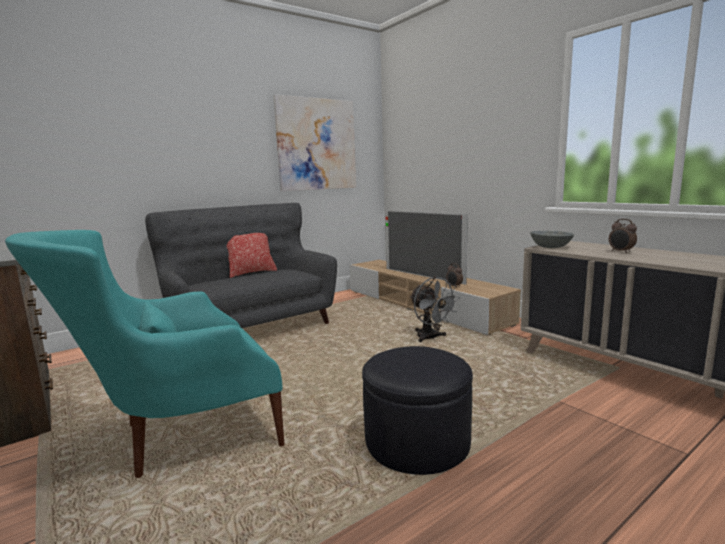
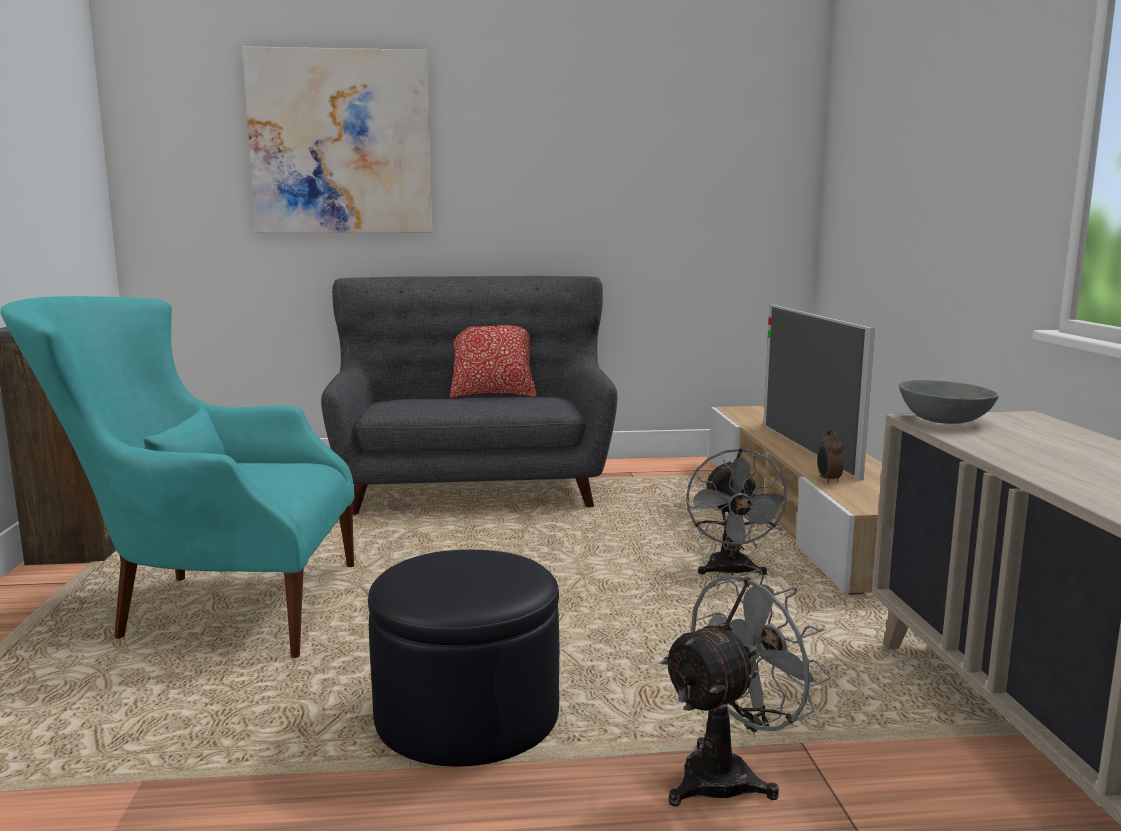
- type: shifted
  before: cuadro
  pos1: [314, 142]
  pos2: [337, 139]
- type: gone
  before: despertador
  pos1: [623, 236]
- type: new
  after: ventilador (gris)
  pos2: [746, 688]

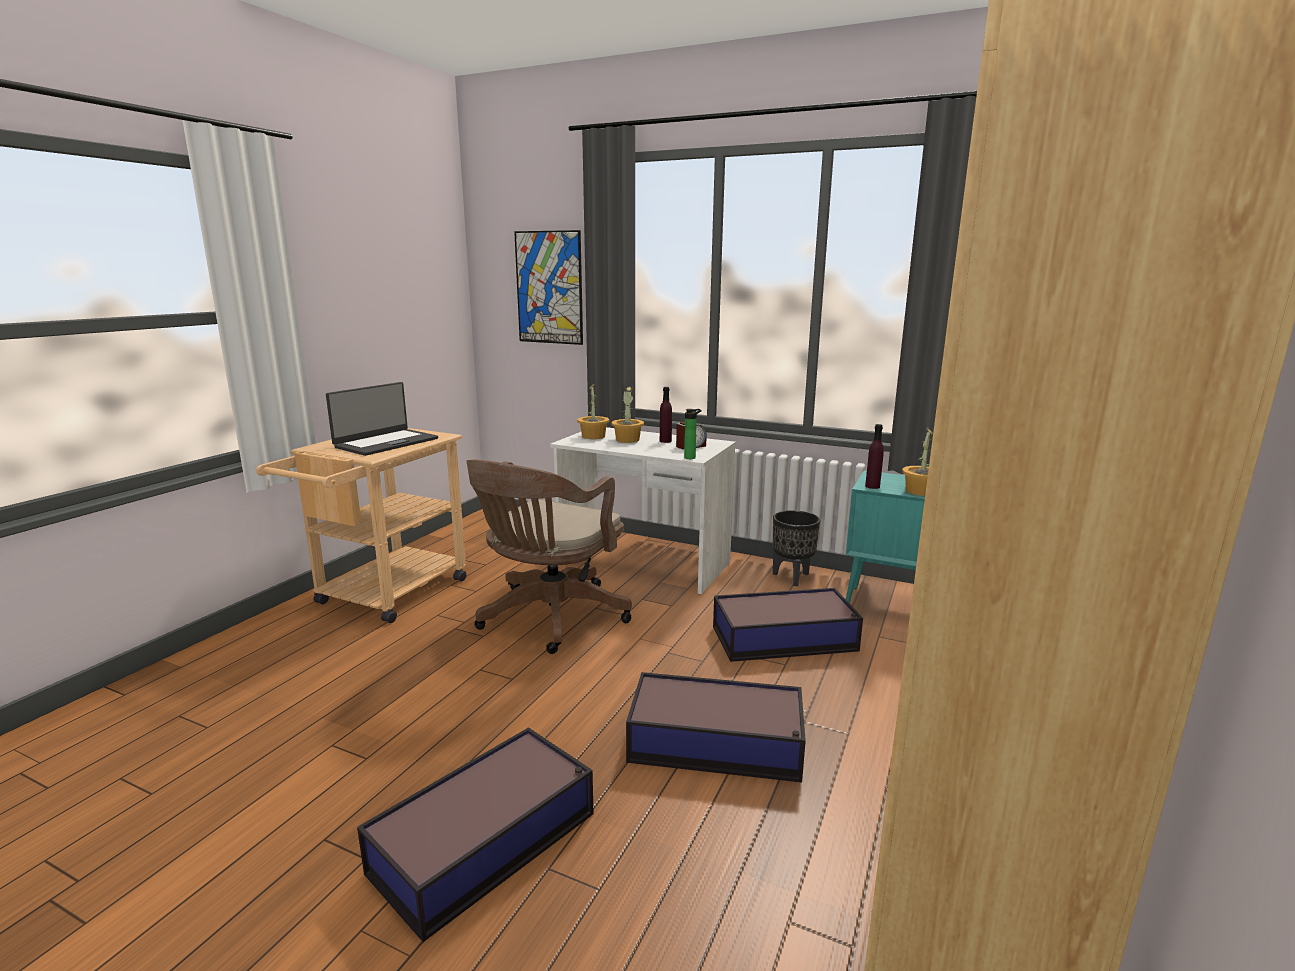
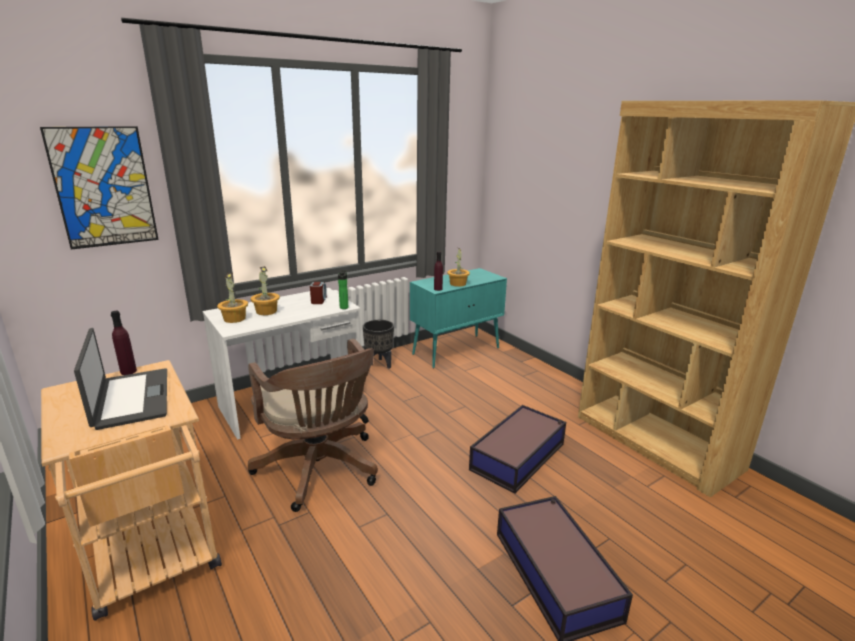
- type: shifted
  before: botella (morado)
  pos1: [666, 415]
  pos2: [124, 343]
- type: gone
  before: caja de almacenaje
  pos1: [788, 625]

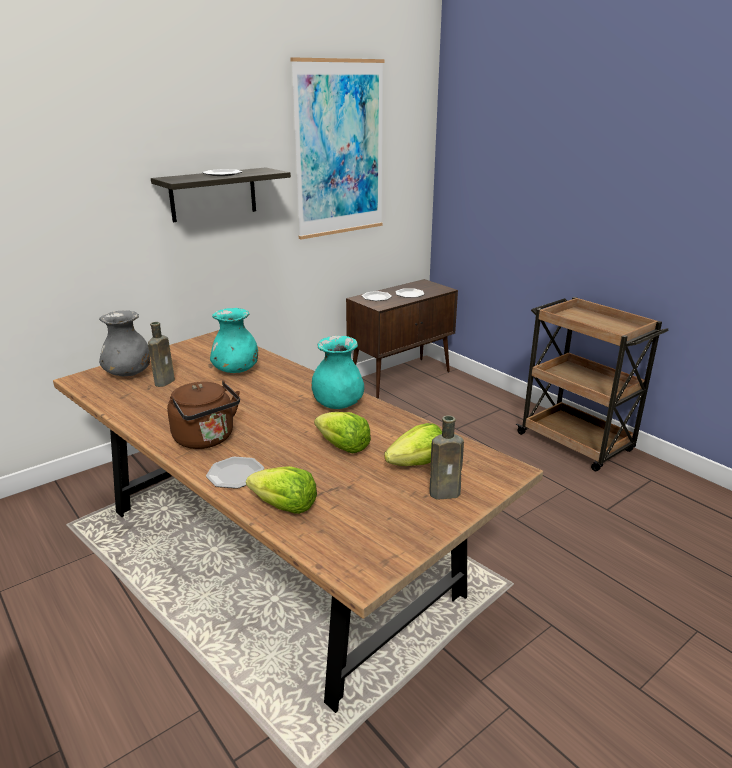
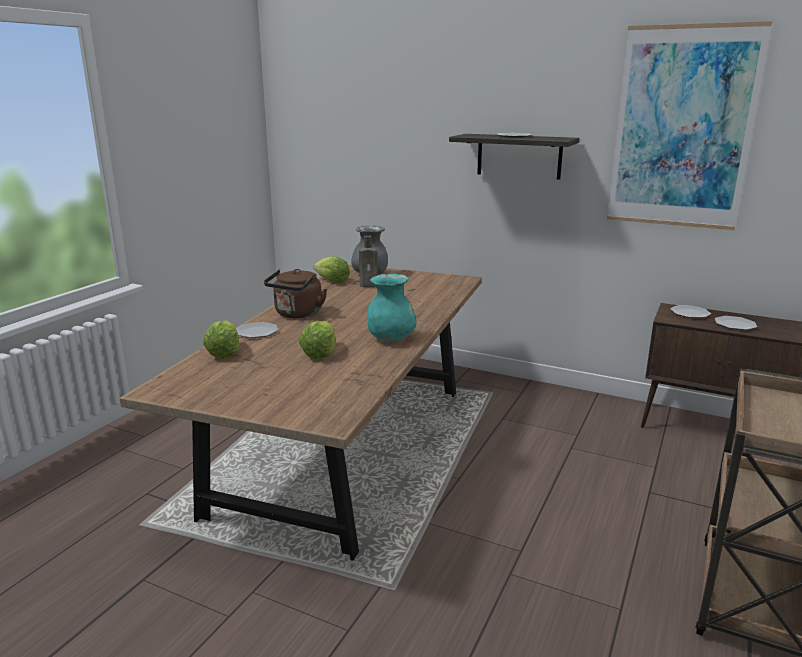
- type: gone
  before: florero (turquesa)
  pos1: [234, 340]
- type: shifted
  before: lechuga
  pos1: [413, 444]
  pos2: [331, 269]
- type: gone
  before: botella (marrón)
  pos1: [447, 457]

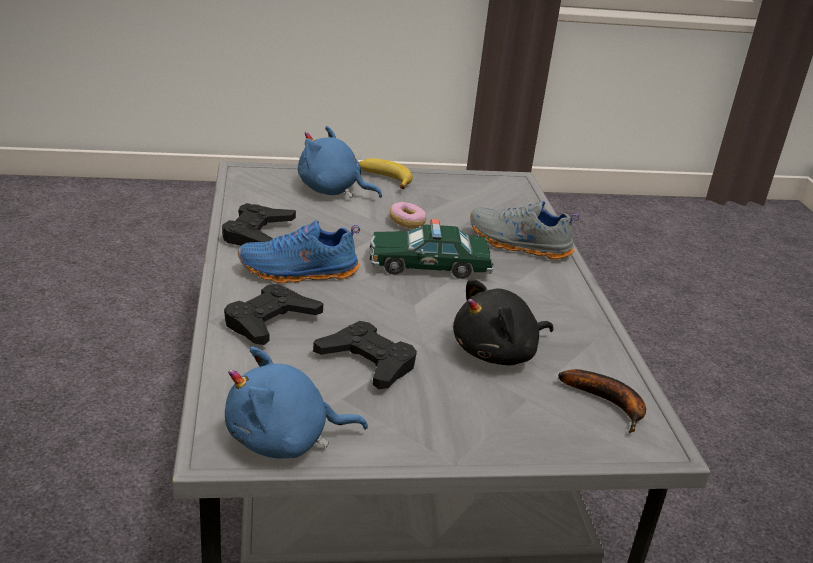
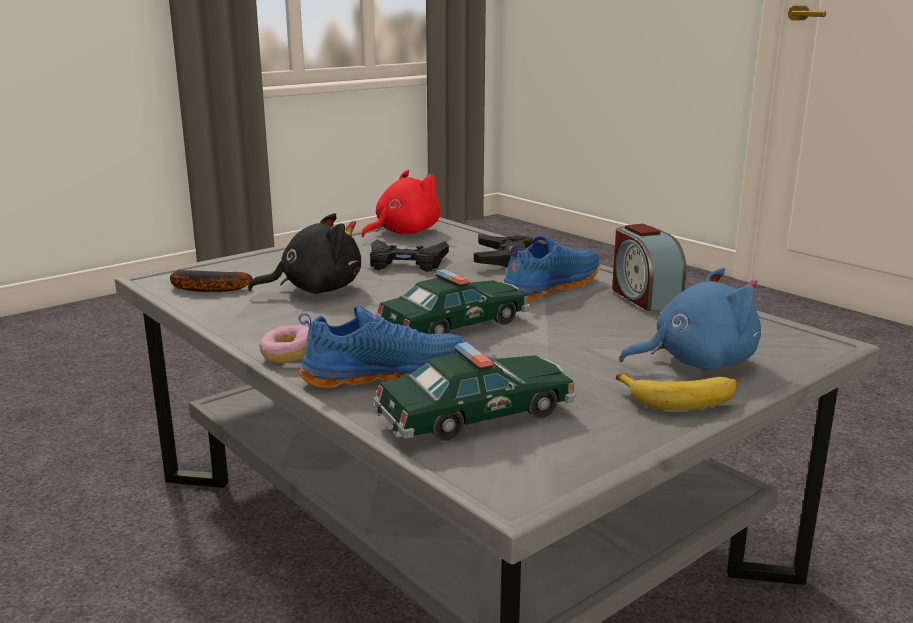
- type: swapped
  before: mando de consola (negro)
  after: despertador
  pos1: [259, 224]
  pos2: [649, 267]
- type: repainted
  before: peluche (azul)
  after: peluche (rojo)
  pos1: [296, 403]
  pos2: [401, 203]
- type: shifted
  before: rosquilla
  pos1: [407, 215]
  pos2: [284, 344]
- type: rotated
  before: peluche (negro)
  pos1: [503, 322]
  pos2: [304, 253]
  turn: 45
- type: repainted
  before: zapato (gris)
  after: zapato (azul)
  pos1: [524, 230]
  pos2: [382, 347]
- type: new
  after: coche de juguete
  pos2: [474, 391]

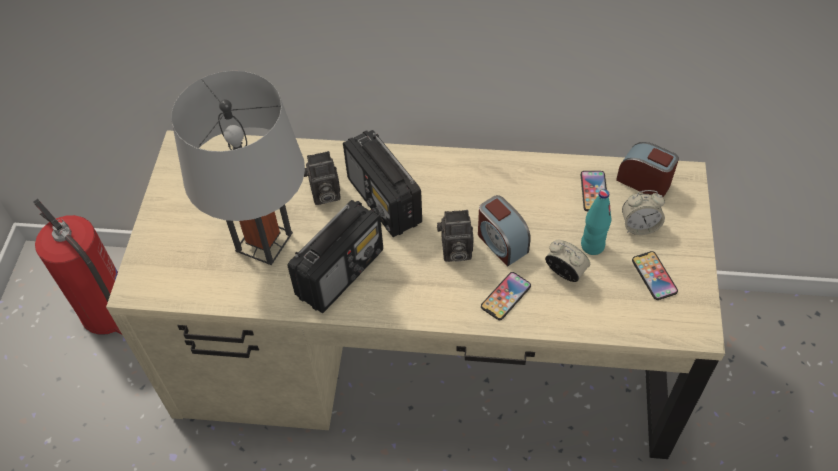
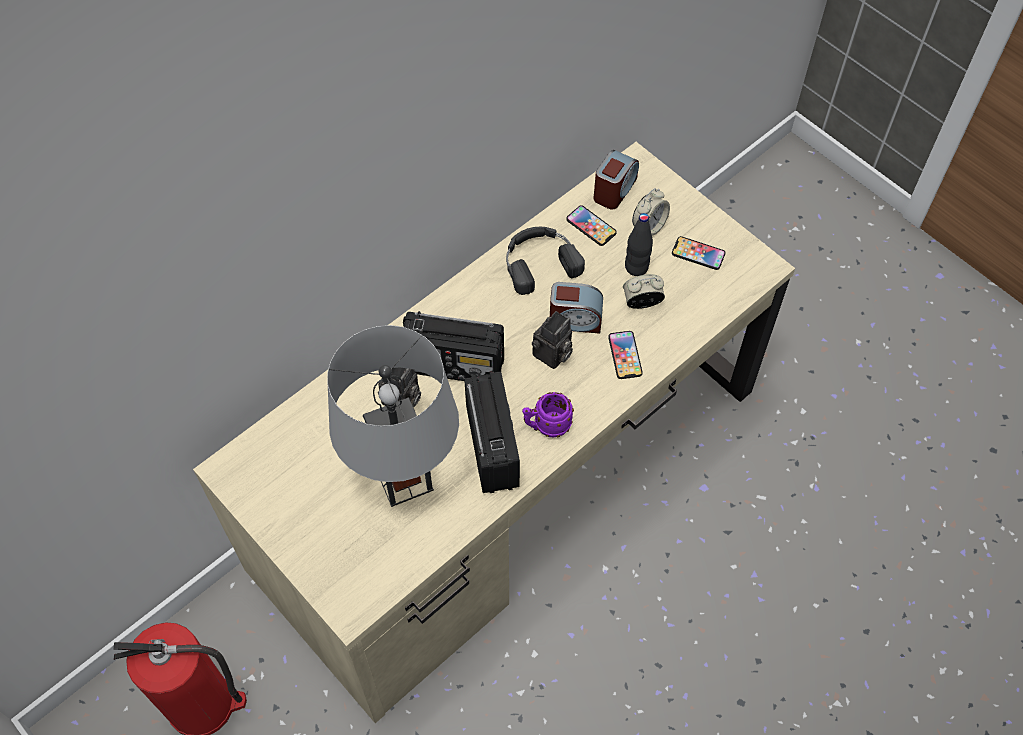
- type: repainted
  before: botella (turquesa)
  after: botella (negro)
  pos1: [596, 222]
  pos2: [639, 244]
- type: rotated
  before: despertador
  pos1: [647, 169]
  pos2: [616, 180]
  turn: 135
- type: new
  after: auriculares (negro)
  pos2: [545, 261]
- type: new
  after: taza grande (morado)
  pos2: [548, 414]

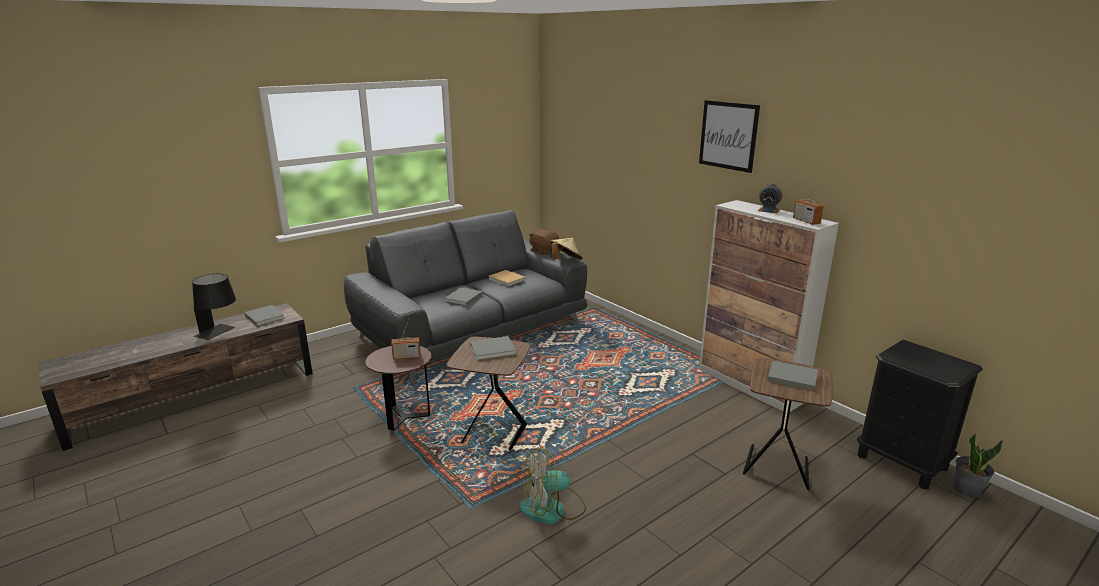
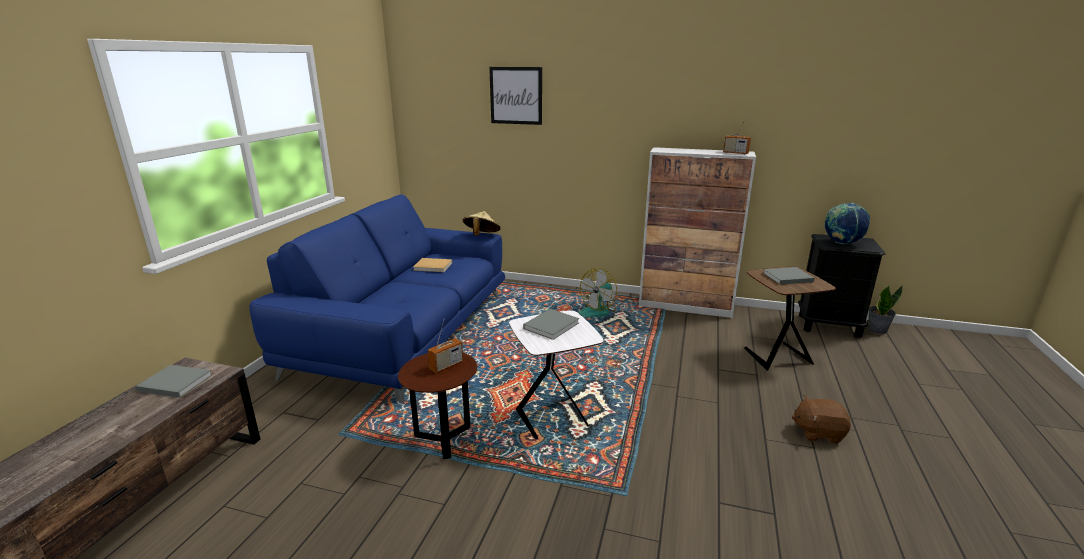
- type: gone
  before: lámpara de mesa (negro)
  pos1: [214, 307]
- type: repainted
  before: sofá (gris)
  after: sofá (azul)
  pos1: [466, 296]
  pos2: [377, 298]
- type: gone
  before: libro (gris)
  pos1: [463, 297]
- type: repainted
  before: mesa auxiliar (marrón)
  after: mesa auxiliar (blanco)
  pos1: [488, 393]
  pos2: [556, 374]
- type: shifted
  before: ventilador
  pos1: [552, 485]
  pos2: [598, 292]
- type: shifted
  before: peluche (marrón)
  pos1: [544, 242]
  pos2: [821, 419]
- type: shifted
  before: cuadro
  pos1: [729, 136]
  pos2: [515, 96]
- type: gone
  before: despertador
  pos1: [770, 198]
- type: new
  after: globo terráqueo
  pos2: [847, 224]

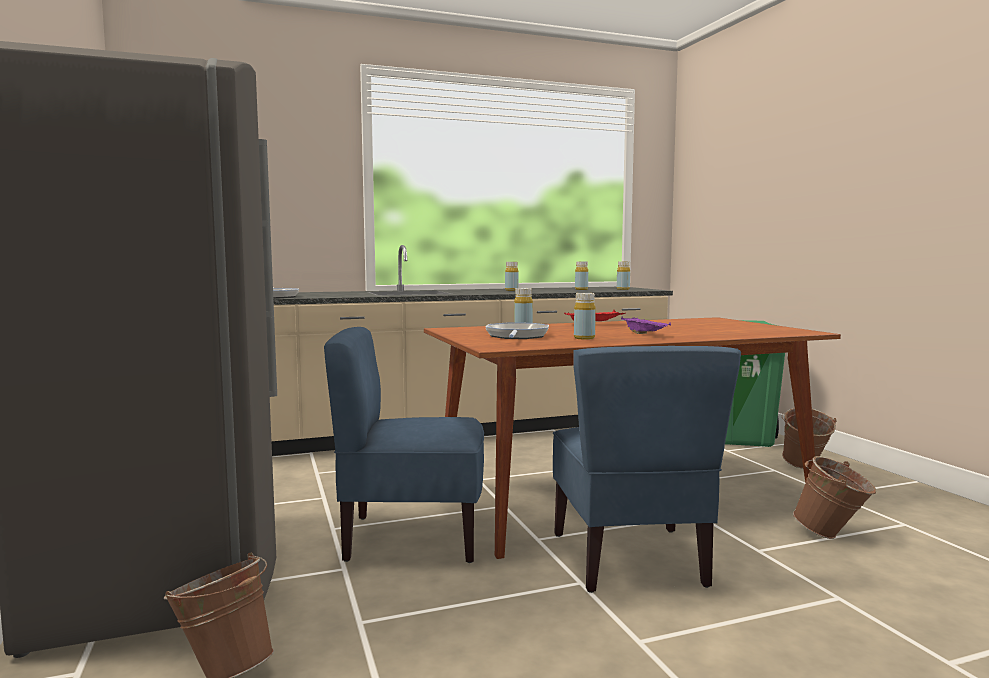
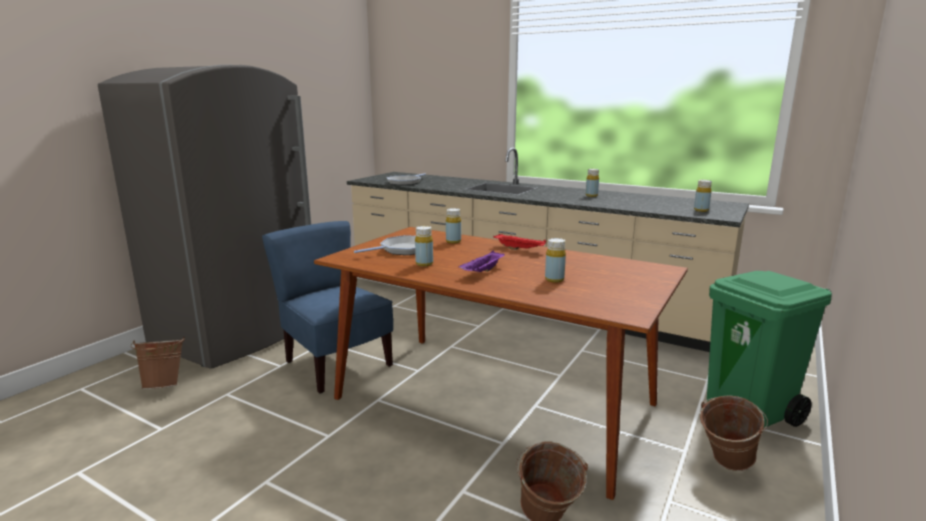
- type: gone
  before: silla (azul)
  pos1: [647, 469]
- type: shifted
  before: botella (amarillo)
  pos1: [581, 276]
  pos2: [555, 260]

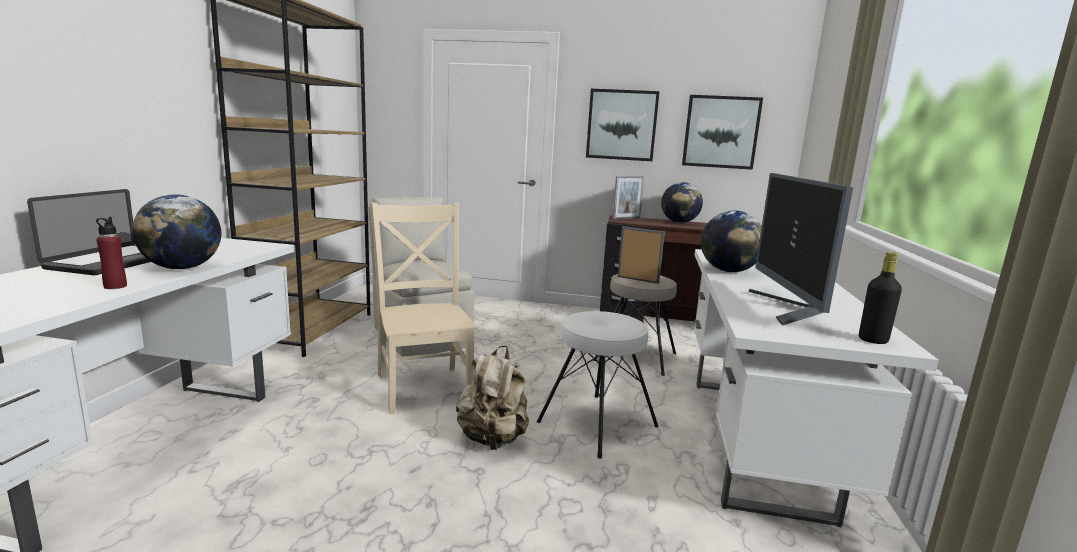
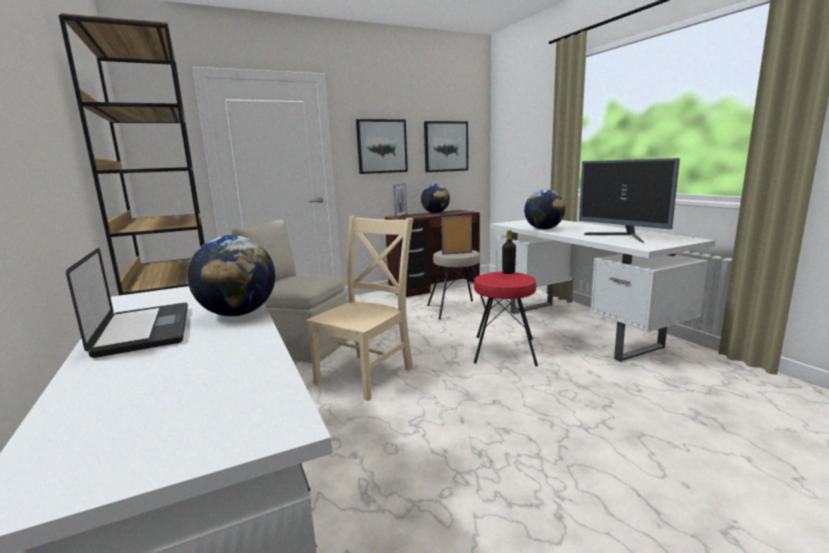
- type: gone
  before: botella (rojo)
  pos1: [111, 253]
- type: rotated
  before: silla (beis)
  pos1: [423, 308]
  pos2: [359, 308]
  turn: 90
- type: gone
  before: mochila (beis)
  pos1: [492, 398]
- type: repainted
  before: taburete (blanco)
  after: taburete (rojo)
  pos1: [598, 385]
  pos2: [506, 319]
- type: shifted
  before: botella (negro)
  pos1: [880, 298]
  pos2: [509, 252]

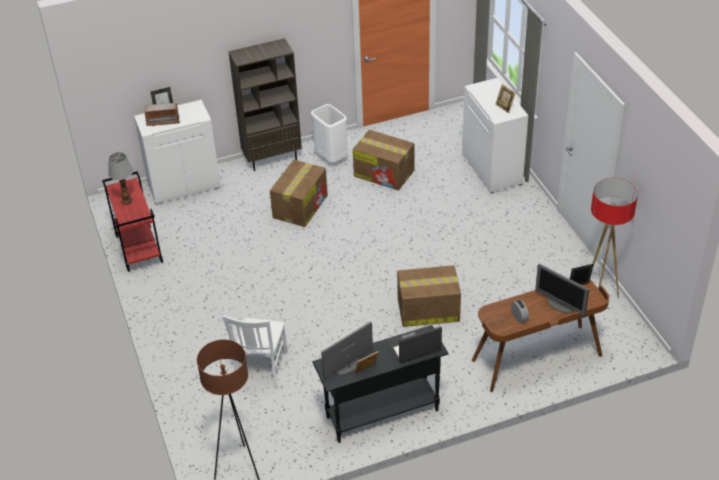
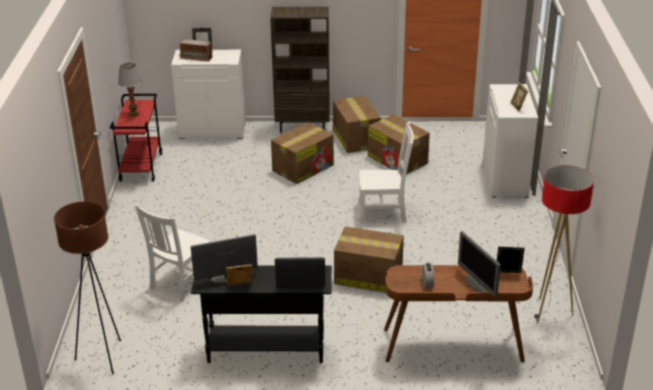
- type: swapped
  before: papelera (blanco)
  after: caja de cartón
  pos1: [329, 133]
  pos2: [357, 124]
- type: new
  after: silla (blanco)
  pos2: [386, 172]

